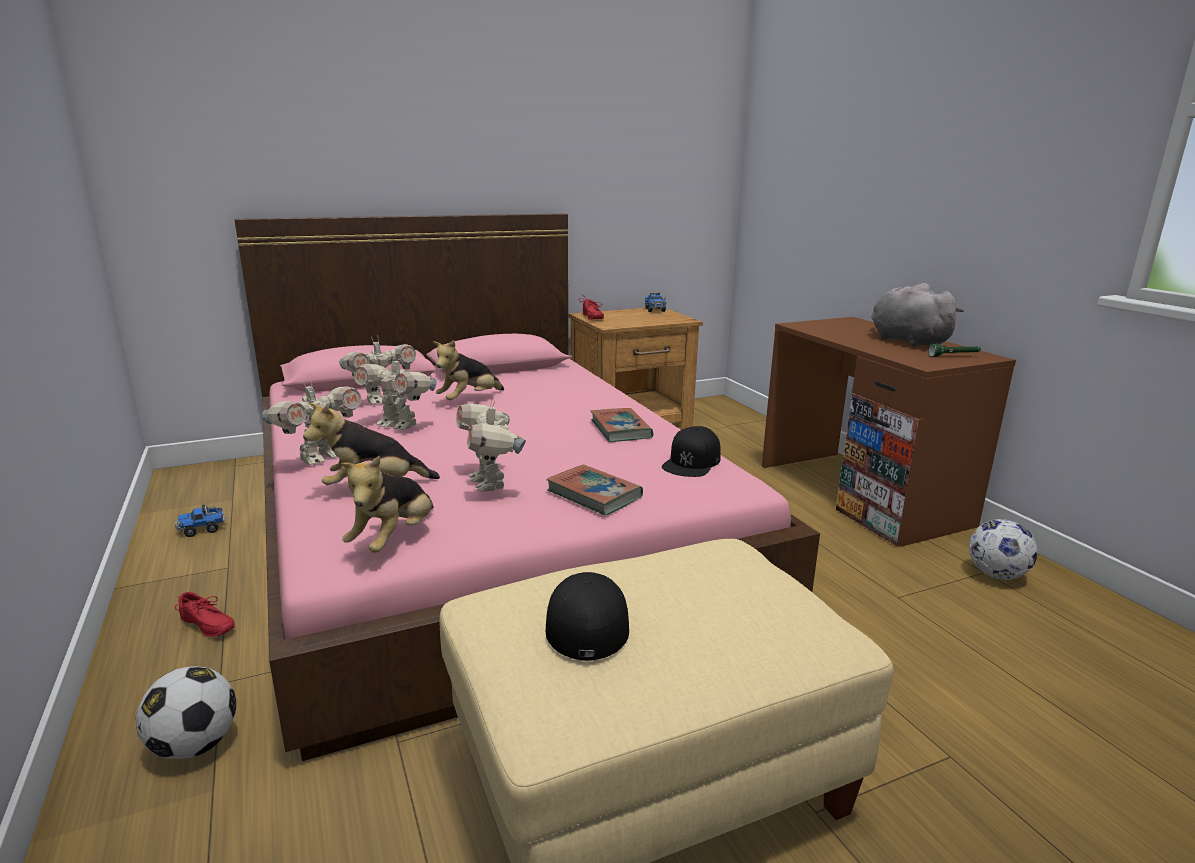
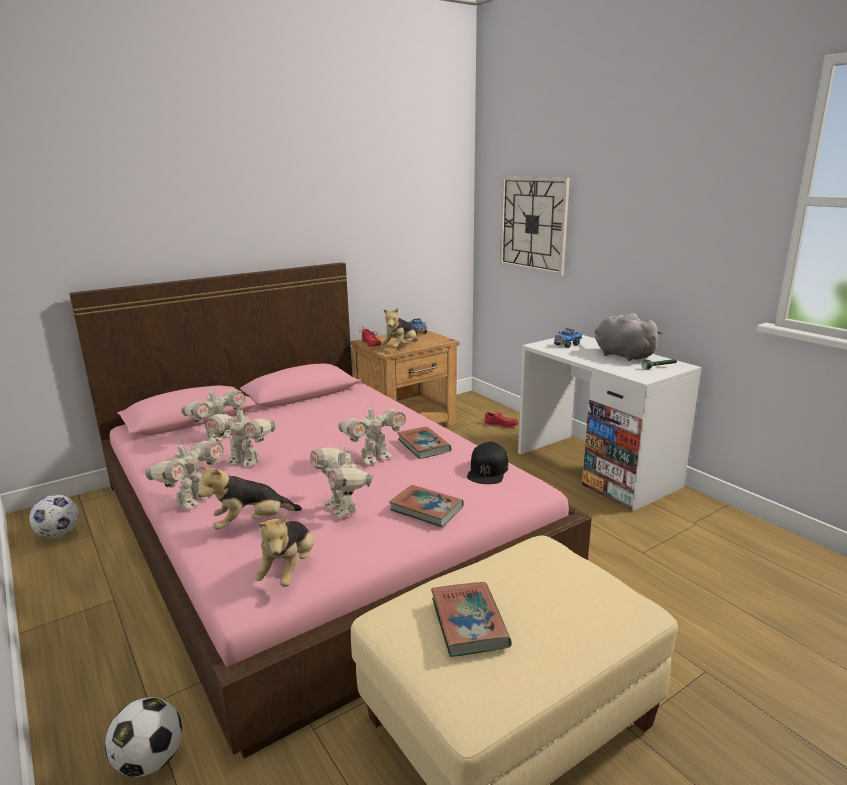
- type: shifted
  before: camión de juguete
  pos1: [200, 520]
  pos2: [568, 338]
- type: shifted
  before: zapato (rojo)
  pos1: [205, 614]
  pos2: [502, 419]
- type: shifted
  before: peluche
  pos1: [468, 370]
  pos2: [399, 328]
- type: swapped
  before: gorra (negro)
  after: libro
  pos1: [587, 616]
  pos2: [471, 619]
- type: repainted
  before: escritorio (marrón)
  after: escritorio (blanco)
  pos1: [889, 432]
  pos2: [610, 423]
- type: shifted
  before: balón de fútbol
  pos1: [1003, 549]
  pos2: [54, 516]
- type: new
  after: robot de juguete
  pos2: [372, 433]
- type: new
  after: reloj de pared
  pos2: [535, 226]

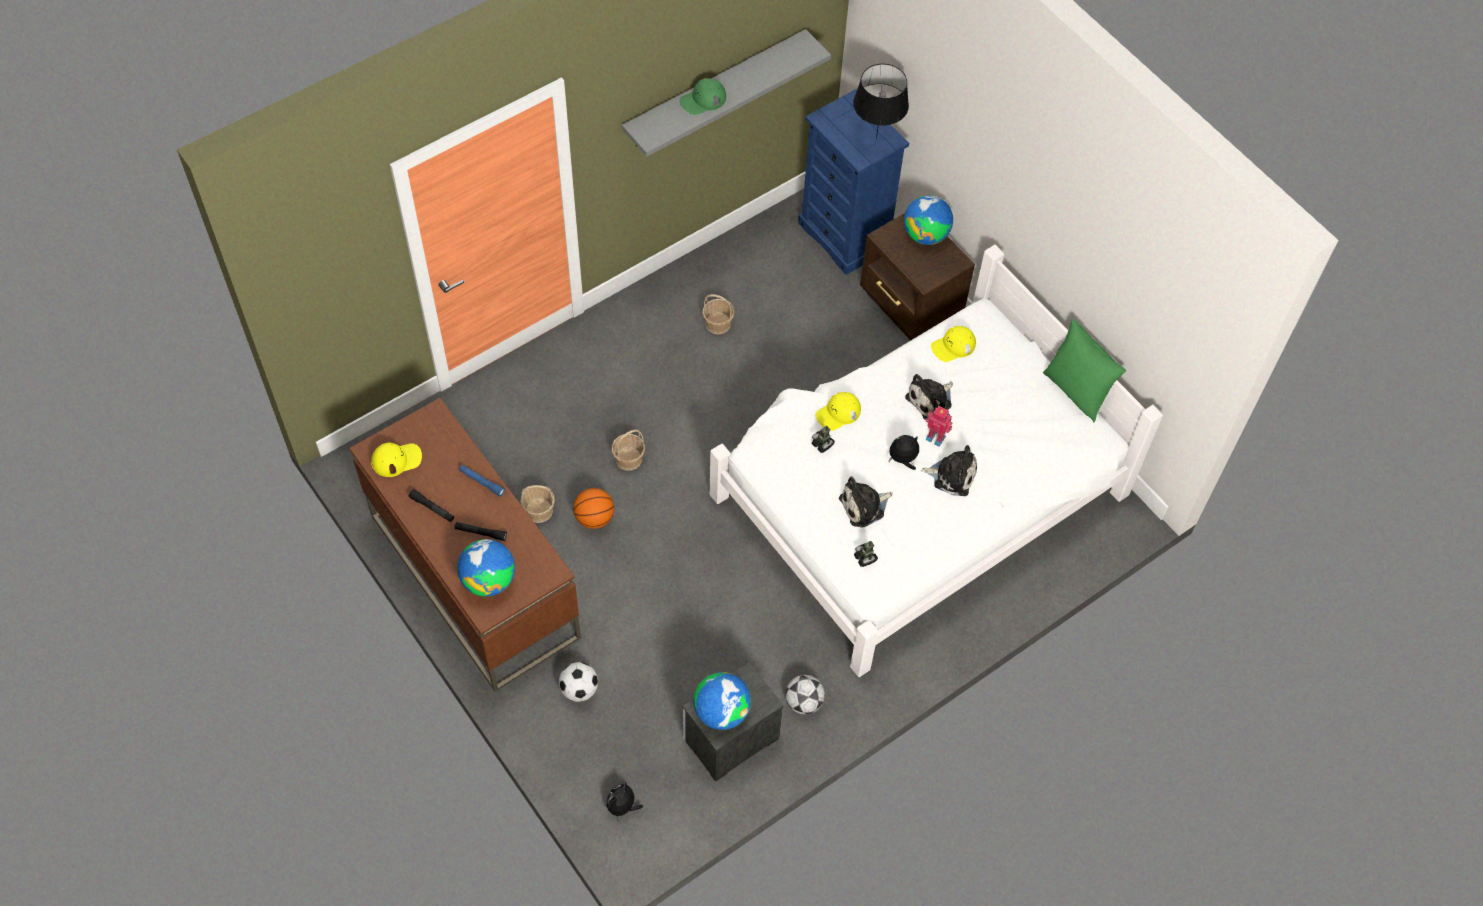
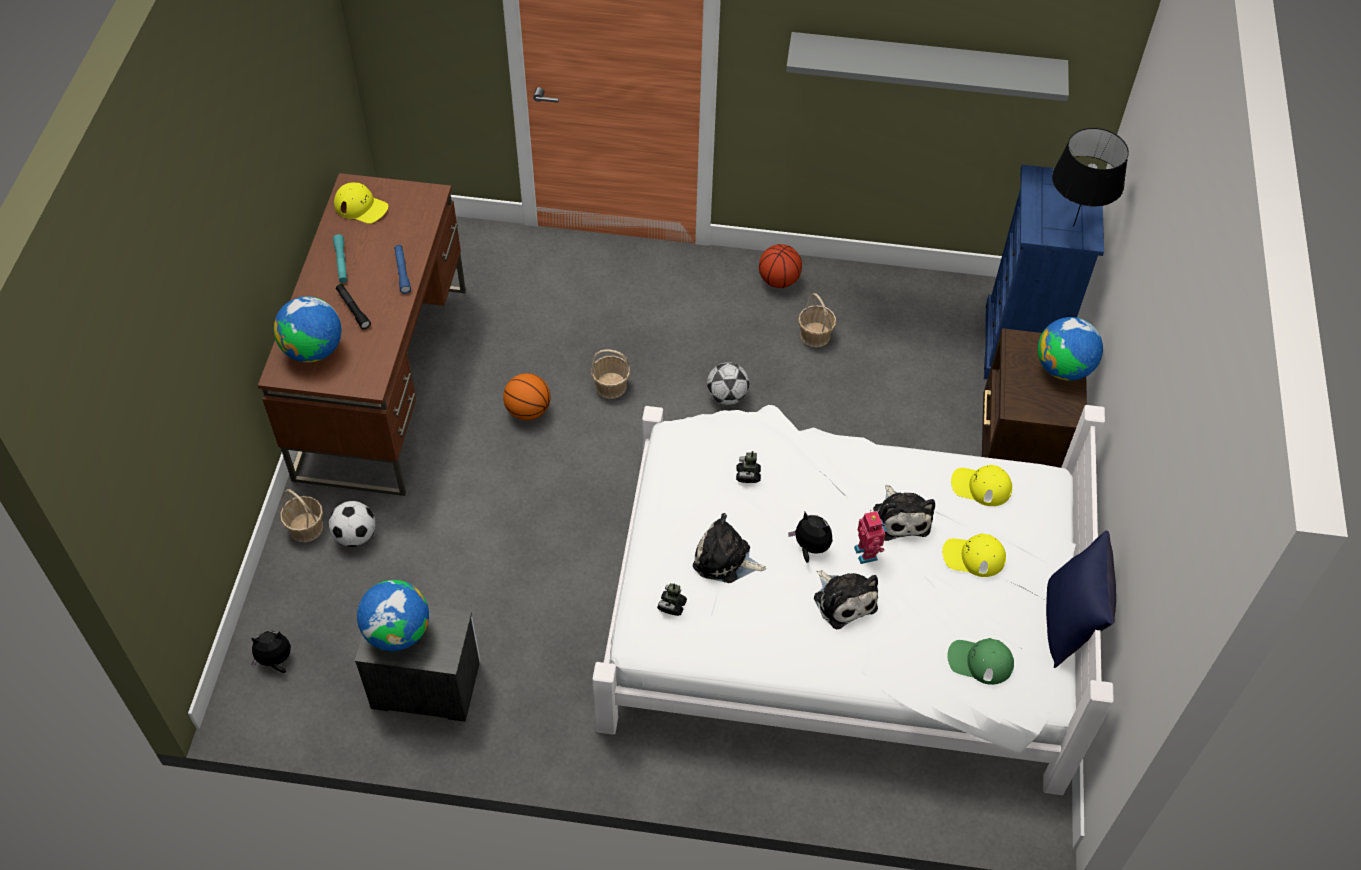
- type: repainted
  before: linterna (negro)
  after: linterna (turquesa)
  pos1: [431, 505]
  pos2: [340, 258]
- type: shifted
  before: cesta
  pos1: [537, 504]
  pos2: [301, 515]
- type: shifted
  before: gorra (verde)
  pos1: [702, 96]
  pos2: [981, 661]
- type: shifted
  before: balón de fútbol
  pos1: [805, 694]
  pos2: [728, 383]
- type: shifted
  before: gorra (amarillo)
  pos1: [838, 411]
  pos2: [974, 555]
- type: rotated
  before: peluche
  pos1: [929, 397]
  pos2: [904, 513]
  turn: -105
- type: repainted
  before: cojín (verde)
  after: cojín (azul)
  pos1: [1084, 370]
  pos2: [1081, 599]
- type: new
  after: balón de baloncesto
  pos2: [780, 266]

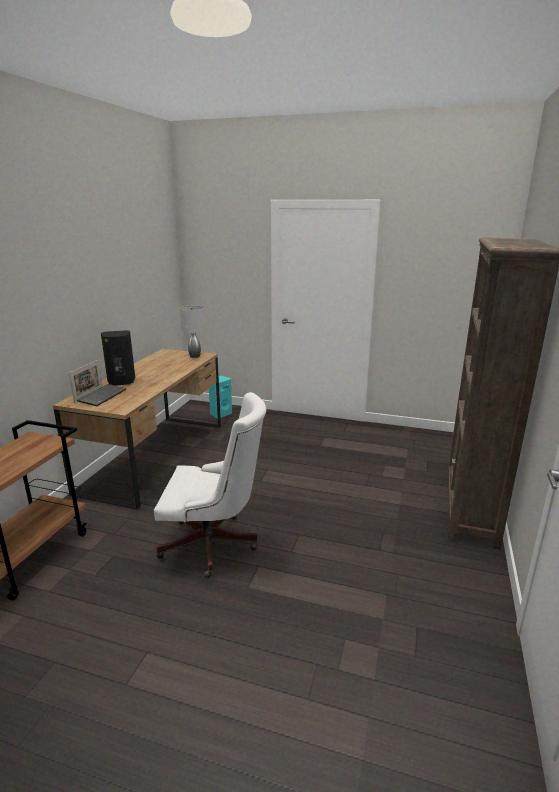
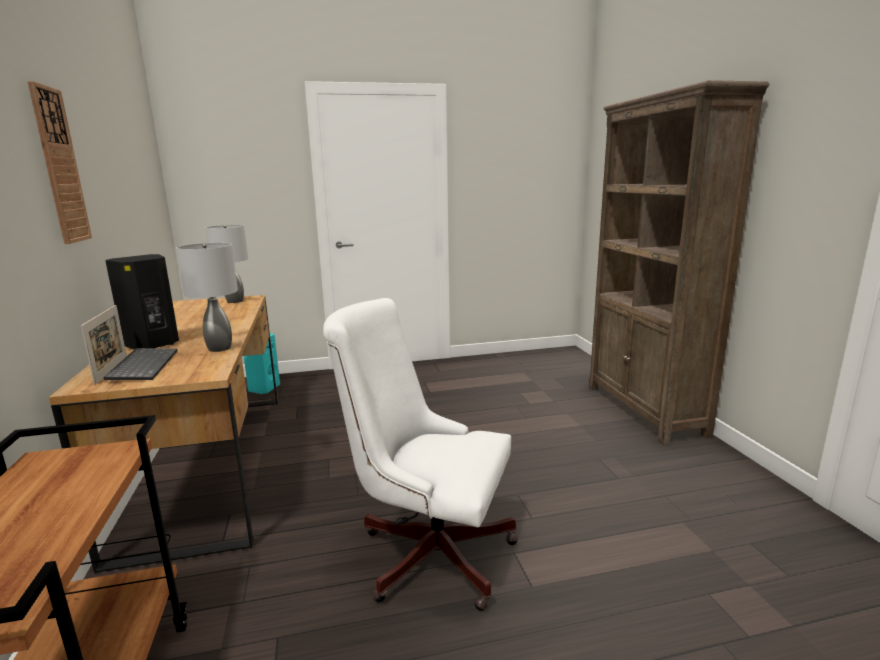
- type: rotated
  before: silla de oficina (blanco)
  pos1: [210, 485]
  pos2: [420, 454]
  turn: -135
- type: new
  after: reloj de pared
  pos2: [59, 162]
- type: new
  after: lámpara de mesa (gris)
  pos2: [207, 297]

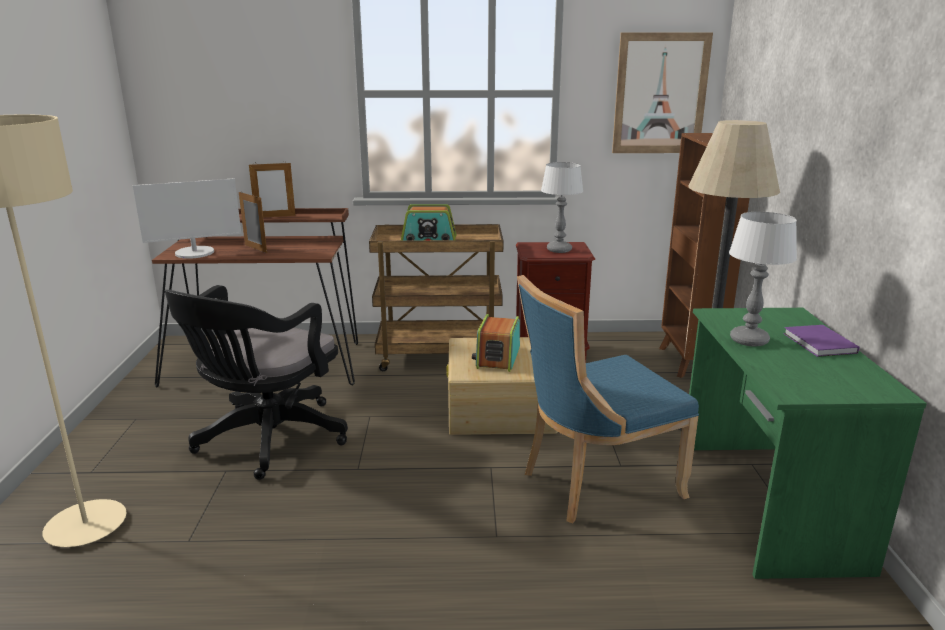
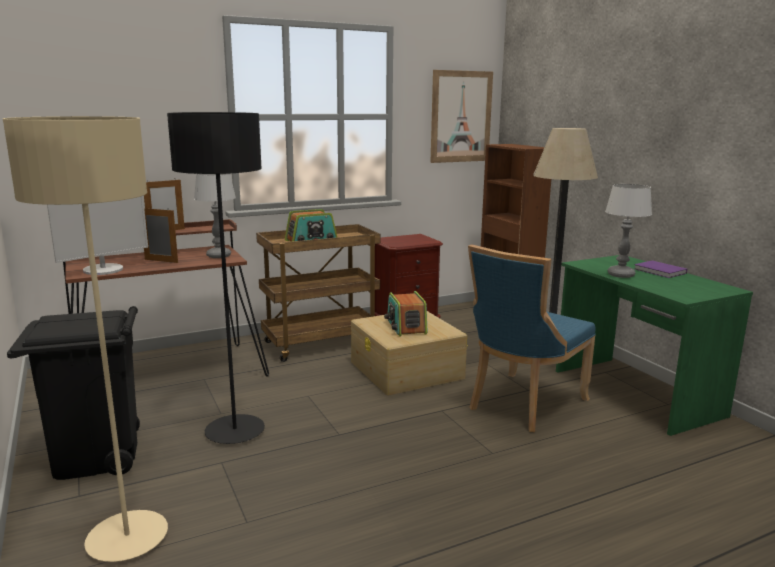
- type: swapped
  before: silla de oficina (negro)
  after: lámpara de pie (negro)
  pos1: [256, 382]
  pos2: [216, 278]
- type: shifted
  before: lámpara de mesa
  pos1: [562, 207]
  pos2: [215, 215]
- type: new
  after: papelera (negro)
  pos2: [73, 393]

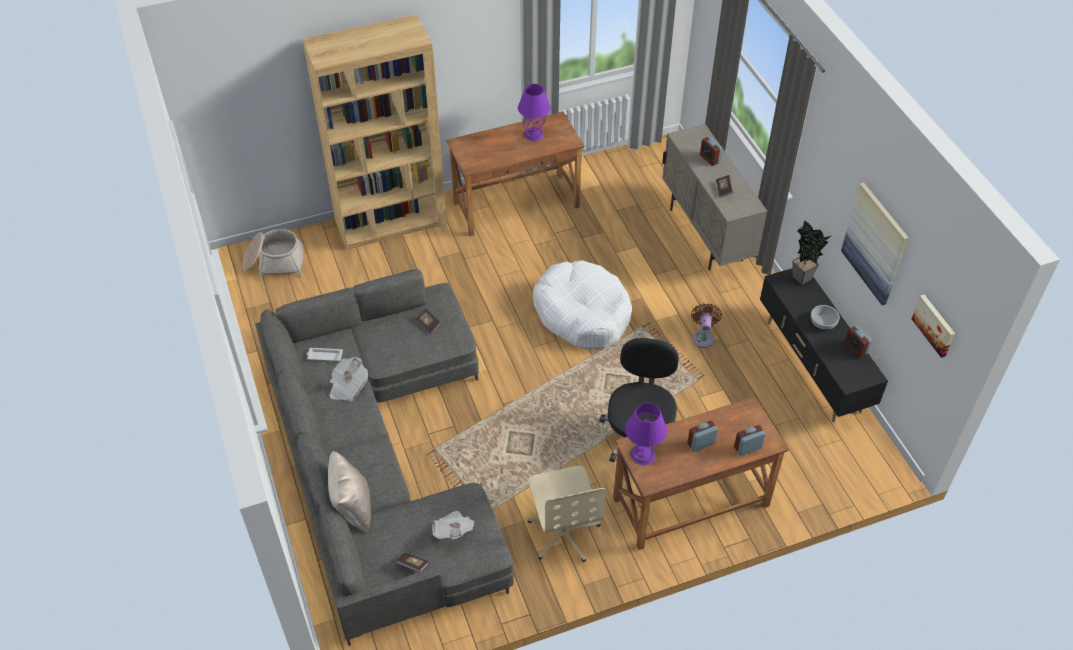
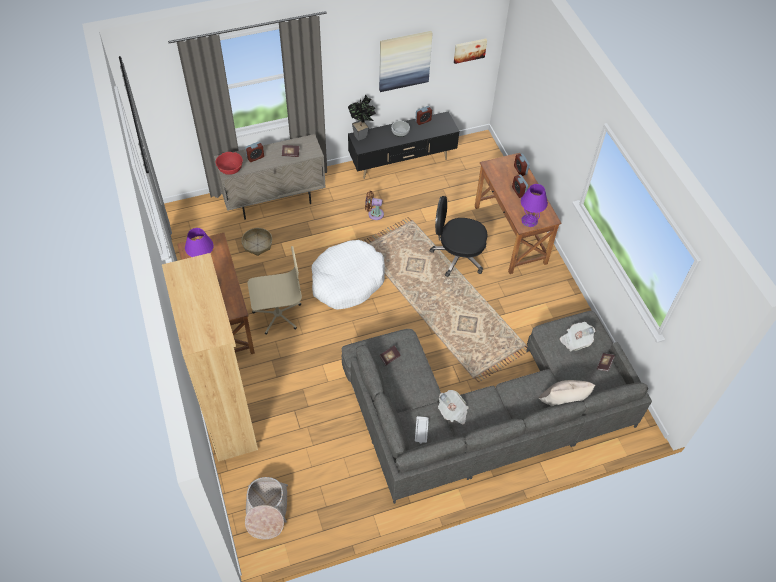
- type: shifted
  before: silla de oficina (beis)
  pos1: [566, 514]
  pos2: [275, 290]
- type: new
  after: cuenco (rojo)
  pos2: [229, 163]
- type: new
  after: cesta
  pos2: [257, 242]

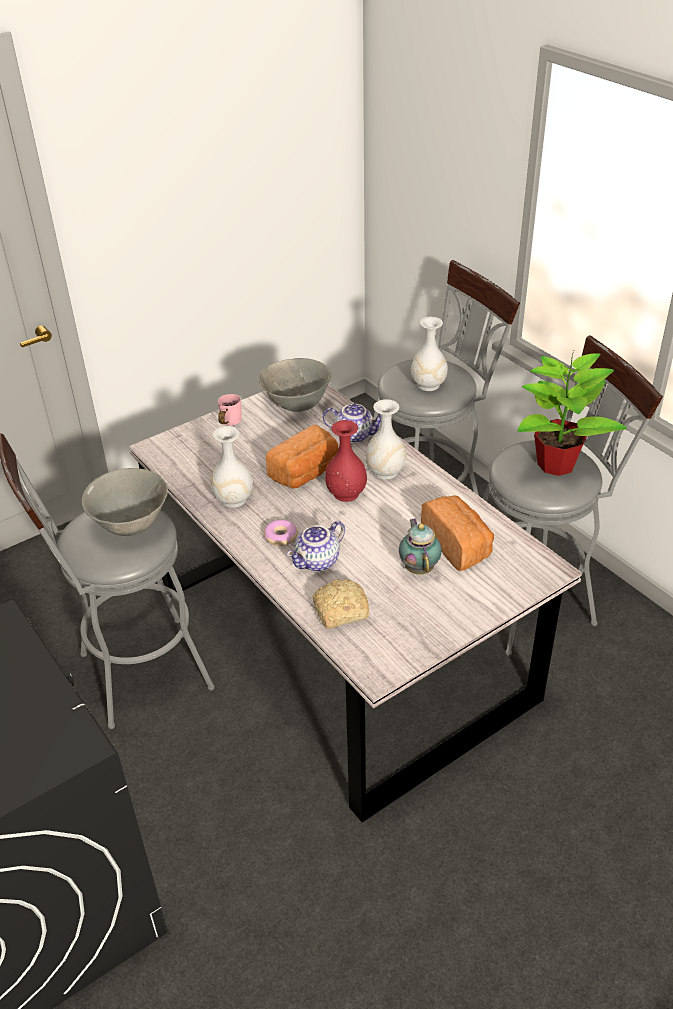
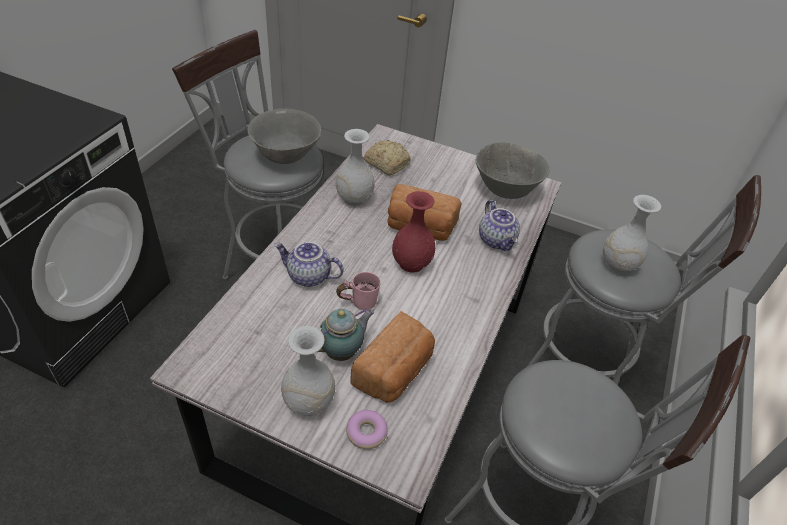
- type: shifted
  before: taza grande (rosa)
  pos1: [229, 410]
  pos2: [358, 291]
- type: shifted
  before: rosquilla
  pos1: [281, 533]
  pos2: [367, 429]
- type: shifted
  before: pan
  pos1: [341, 604]
  pos2: [387, 157]
- type: shifted
  before: florero (blanco)
  pos1: [385, 439]
  pos2: [308, 371]
- type: gone
  before: planta en maceta
  pos1: [572, 412]

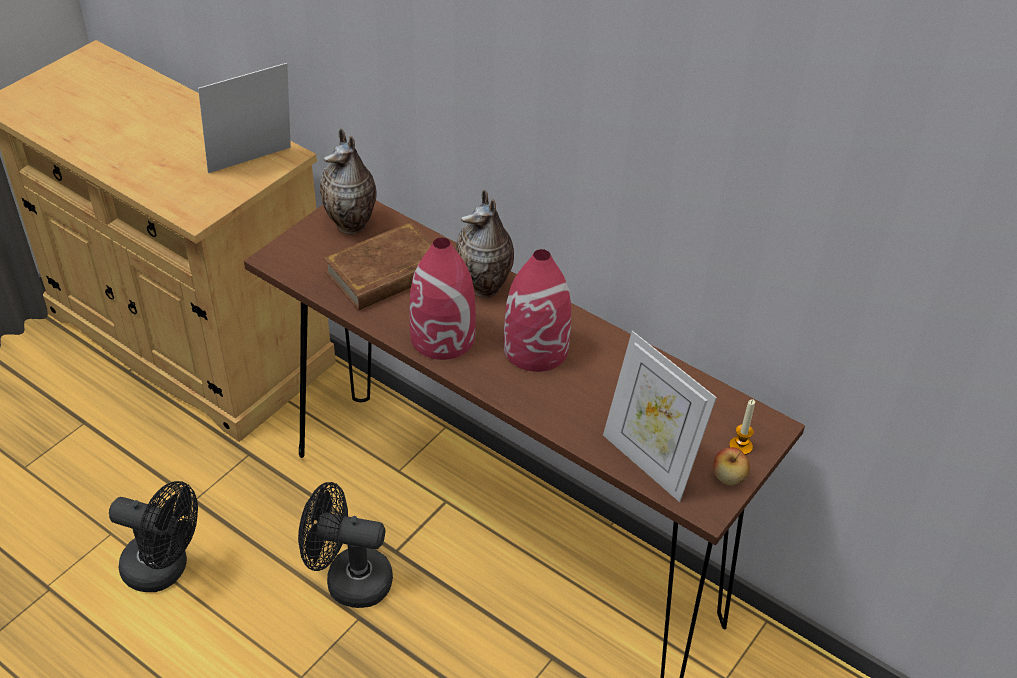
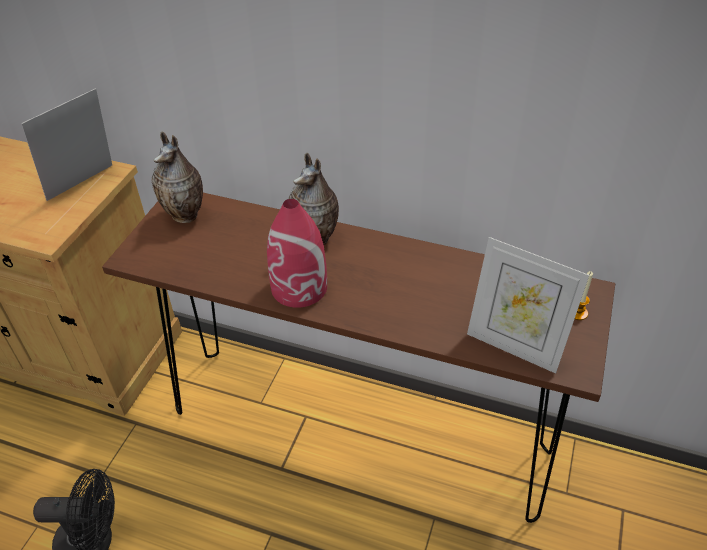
- type: gone
  before: ventilador (negro)
  pos1: [345, 545]
- type: gone
  before: libro (marrón)
  pos1: [377, 266]
- type: gone
  before: florero (rojo)
  pos1: [537, 310]
- type: gone
  before: manzana
  pos1: [731, 466]

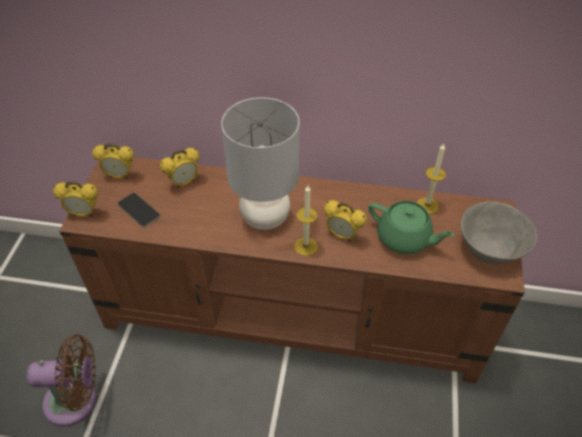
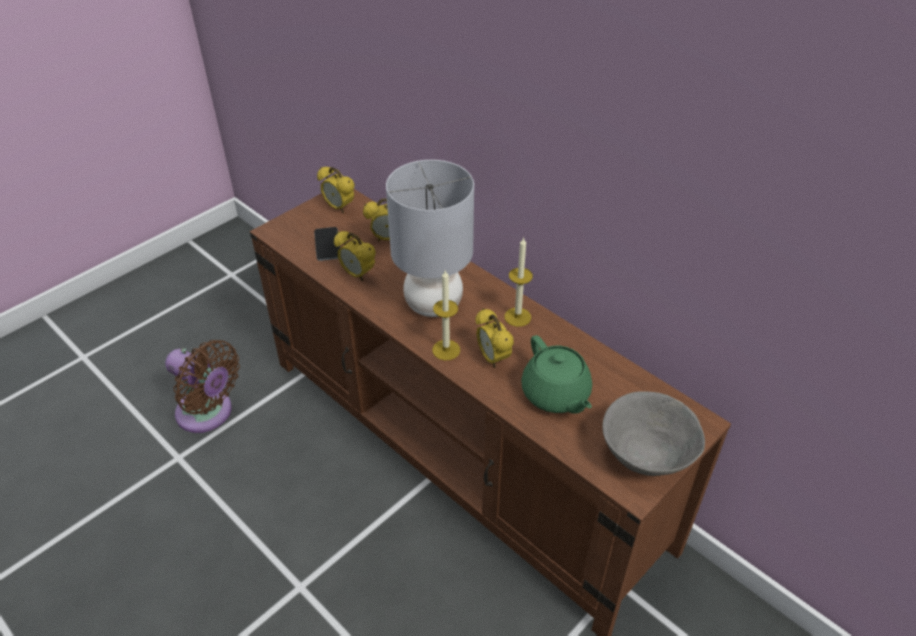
- type: shifted
  before: despertador
  pos1: [75, 199]
  pos2: [355, 256]
- type: shifted
  before: vela
  pos1: [431, 179]
  pos2: [518, 282]

